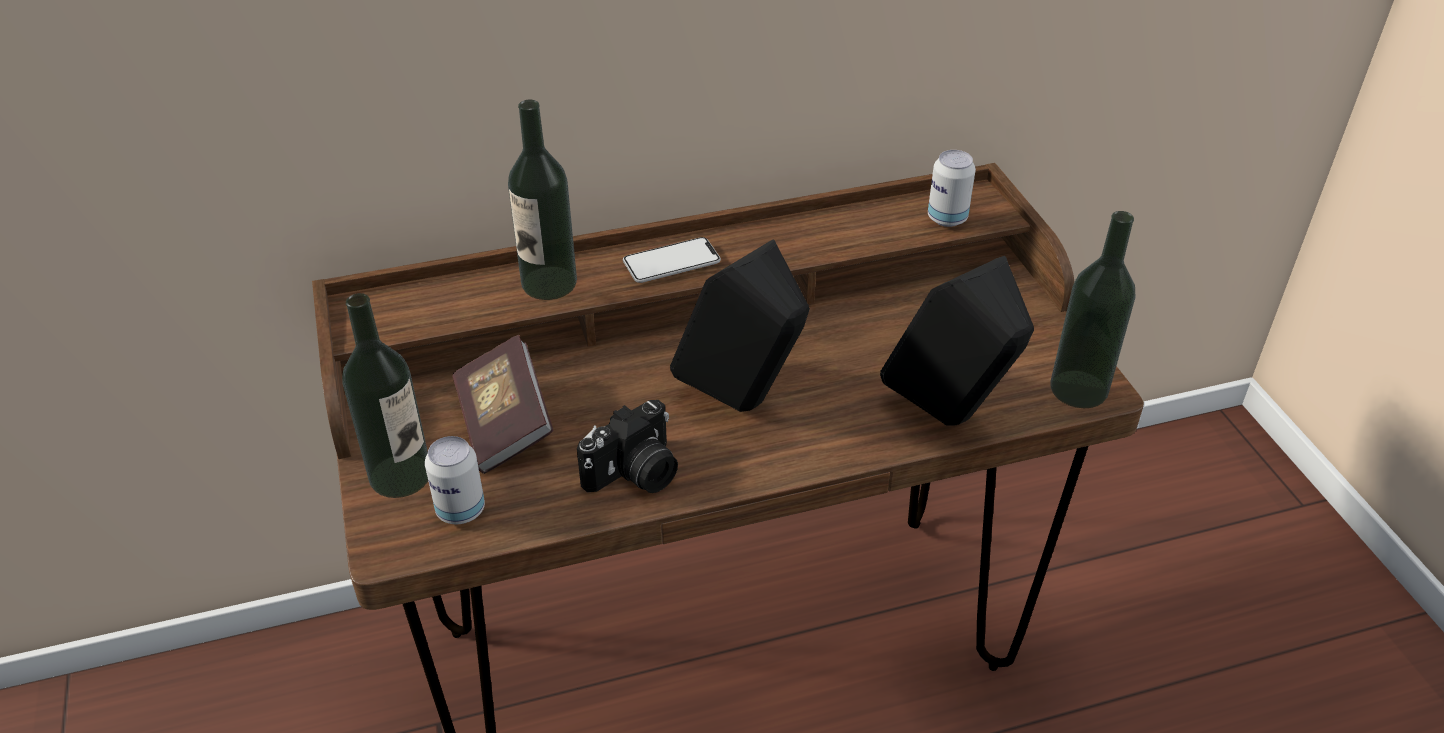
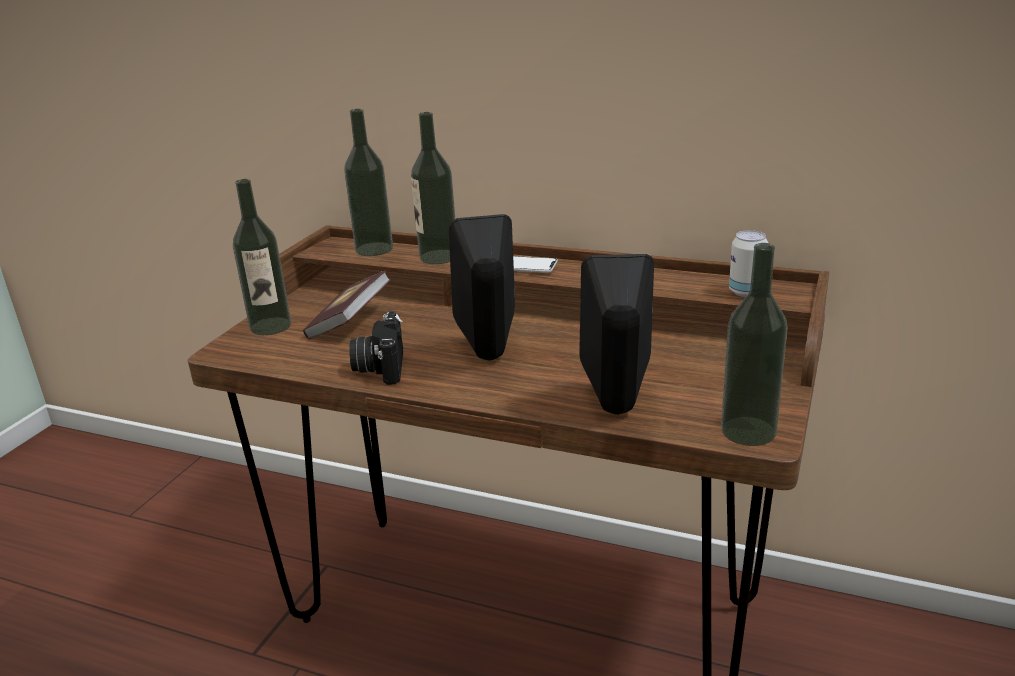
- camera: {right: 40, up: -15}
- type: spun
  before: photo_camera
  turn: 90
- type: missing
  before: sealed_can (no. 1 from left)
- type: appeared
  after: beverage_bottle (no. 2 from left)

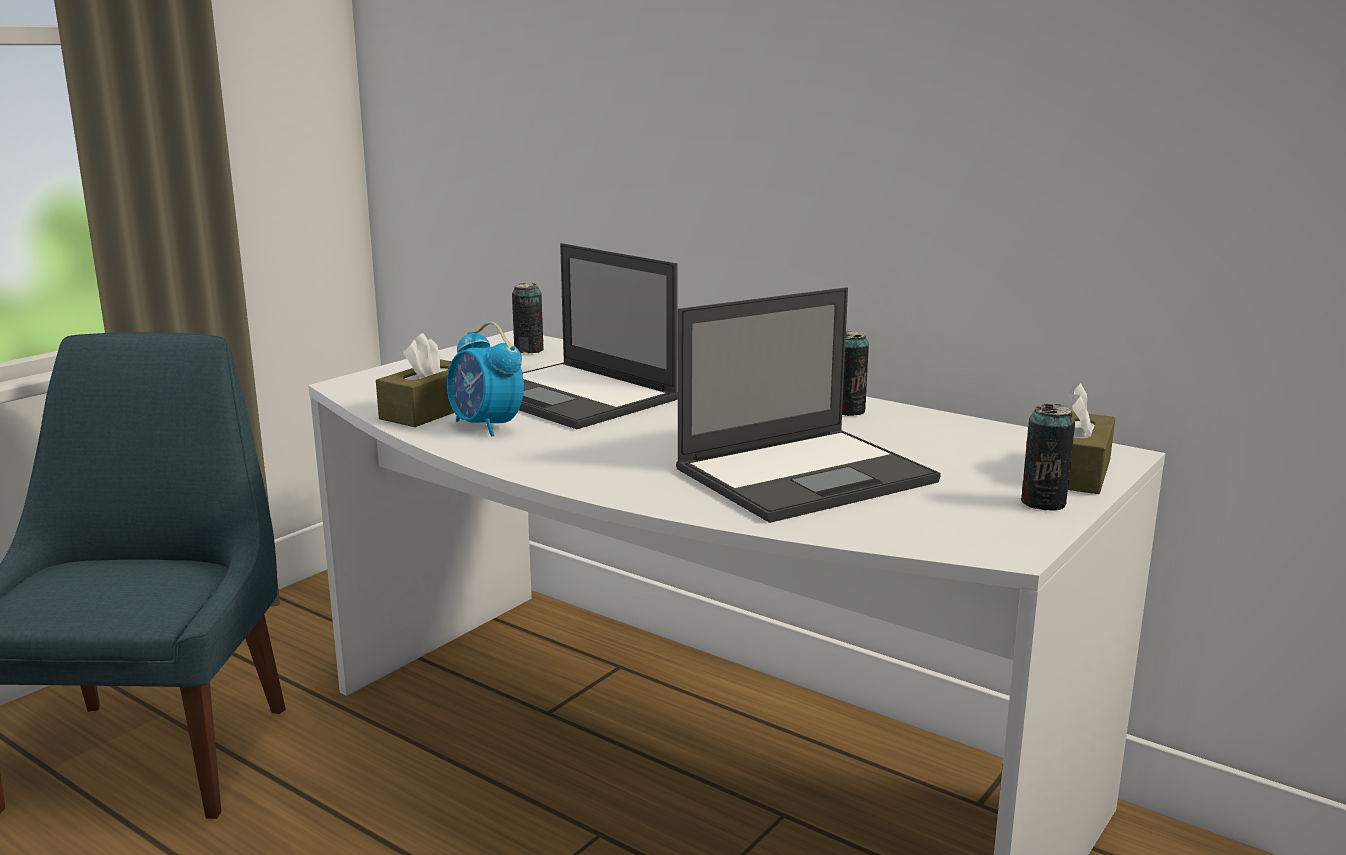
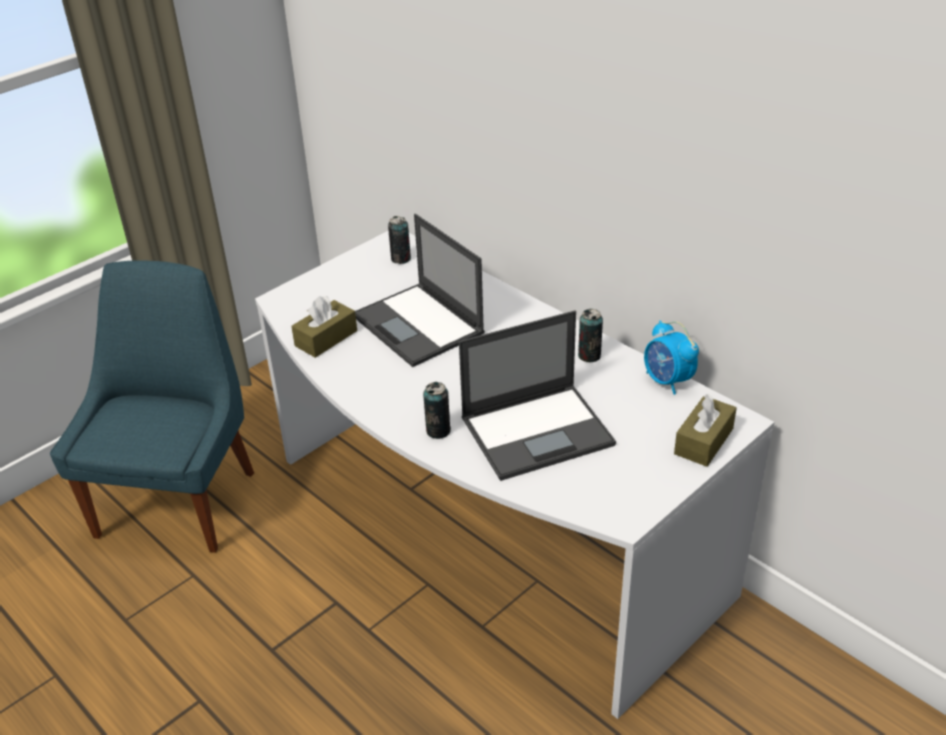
- camera: {right: 10, up: 20}
- type: relocated
  before: bedside_clock
- type: relocated
  before: sealed_can (no. 3 from left in the first image)
  after: sealed_can (no. 2 from left)

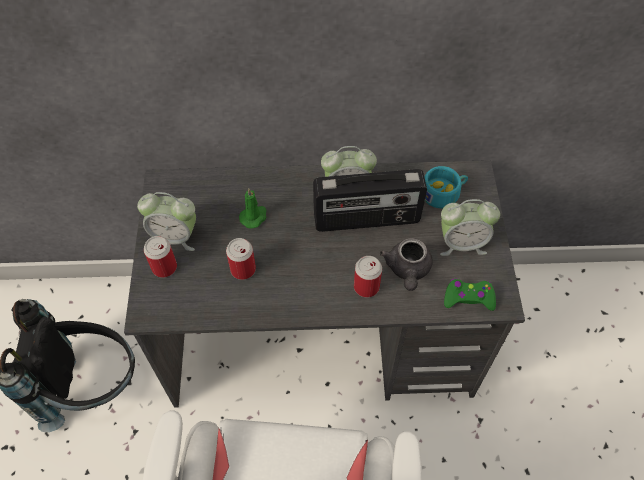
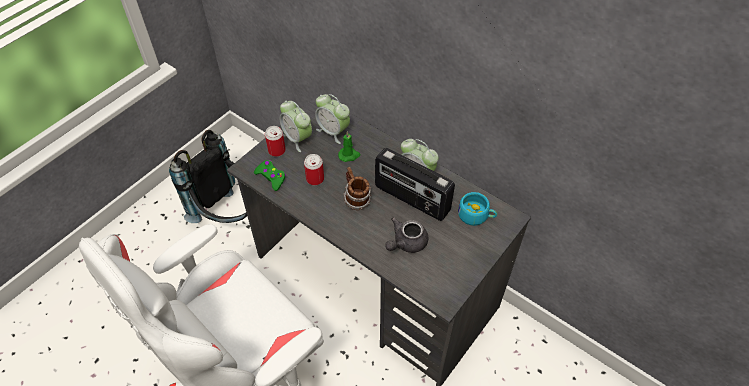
- camera: {right: 40, up: -5}
- type: relocated
  before: bedside_clock (no. 3 from left in the first image)
  after: bedside_clock (no. 2 from left)
- type: missing
  before: sealed_can (no. 3 from left)
- type: relocated
  before: greenish_joypad
- type: appeared
  after: mug

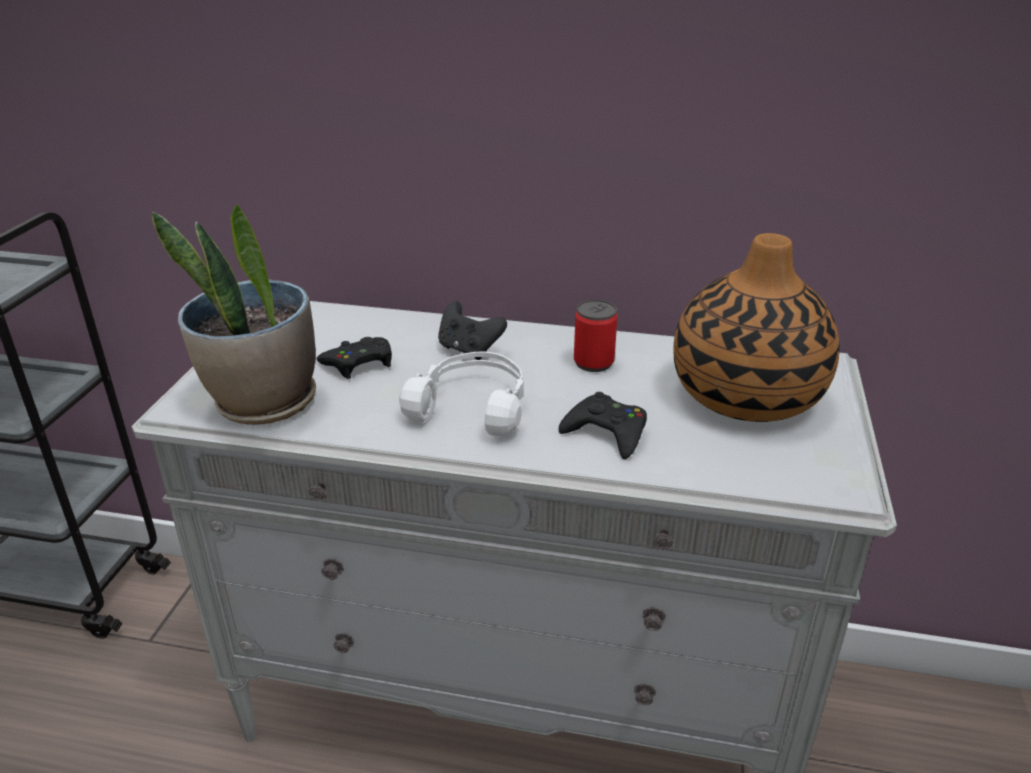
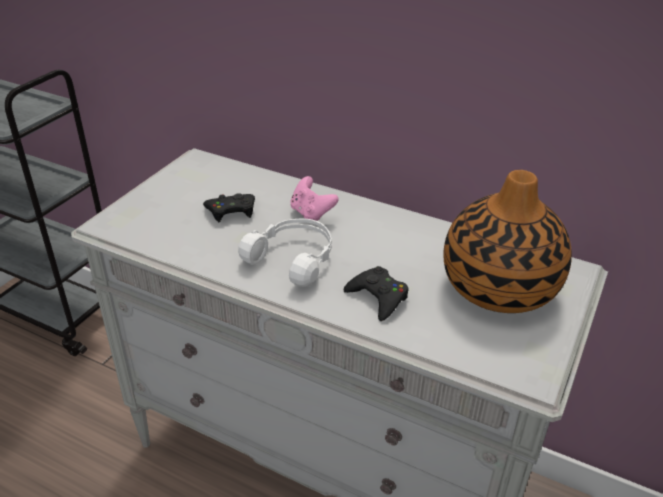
- camera: {right: 15, up: 5}
- type: missing
  before: houseplant
- type: missing
  before: sealed_can
- type: colour
  before: blackish_joypad (no. 2 from left)
  after: pink_joypad

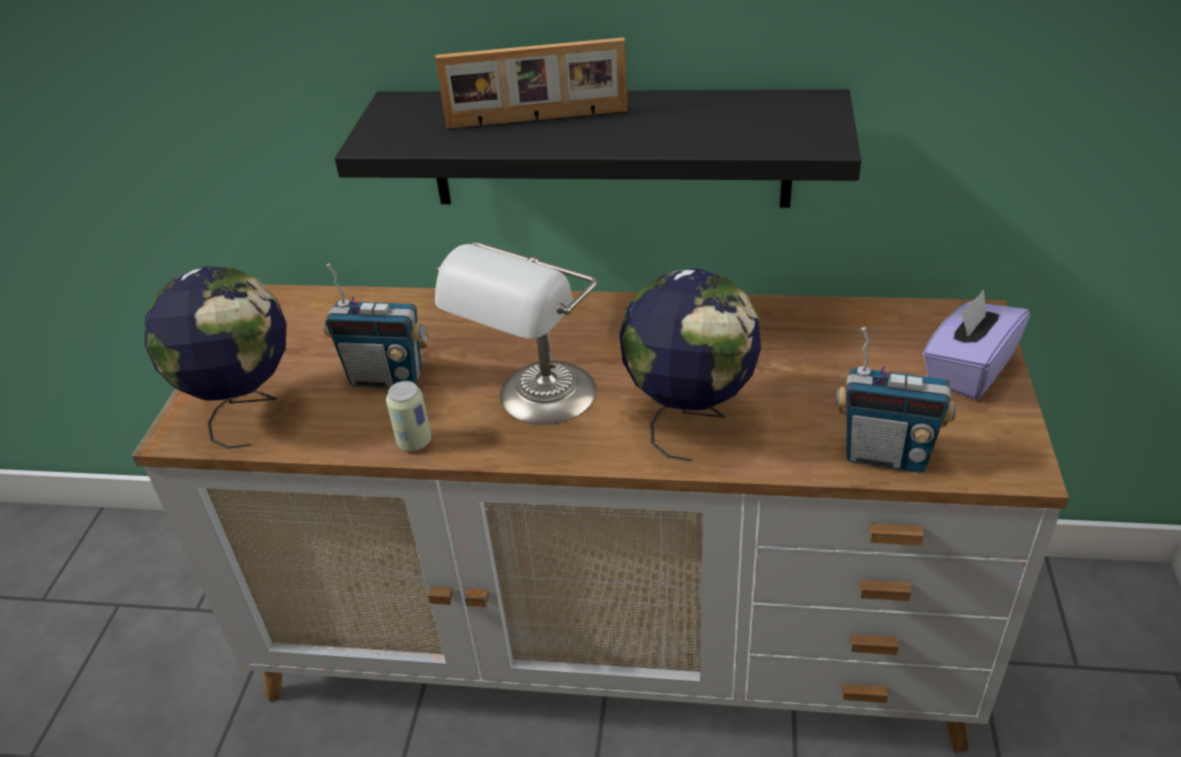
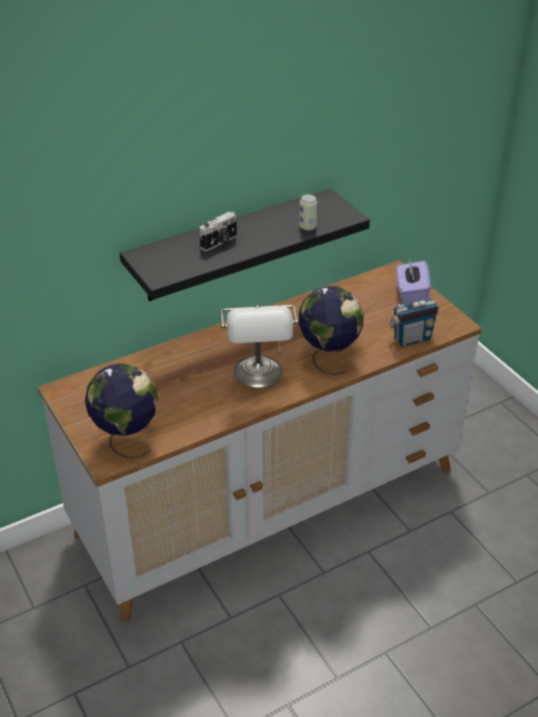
- camera: {right: -40, up: 0}
- type: exchanged
  before: picture_frame
  after: photo_camera
- type: missing
  before: radio_receiver (no. 1 from left)
- type: relocated
  before: sealed_can

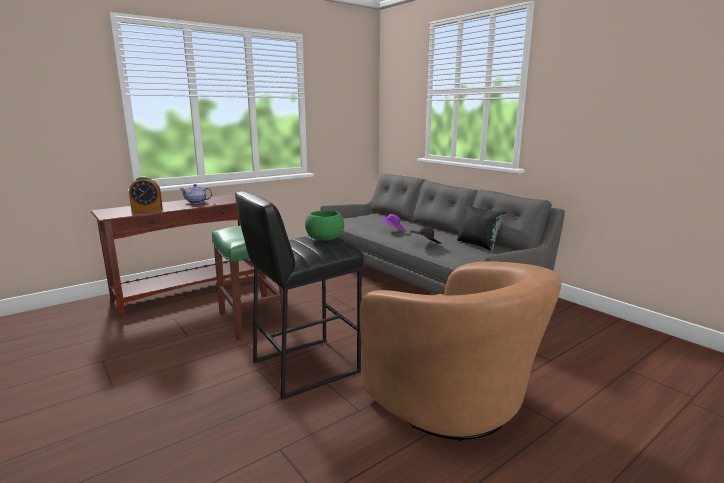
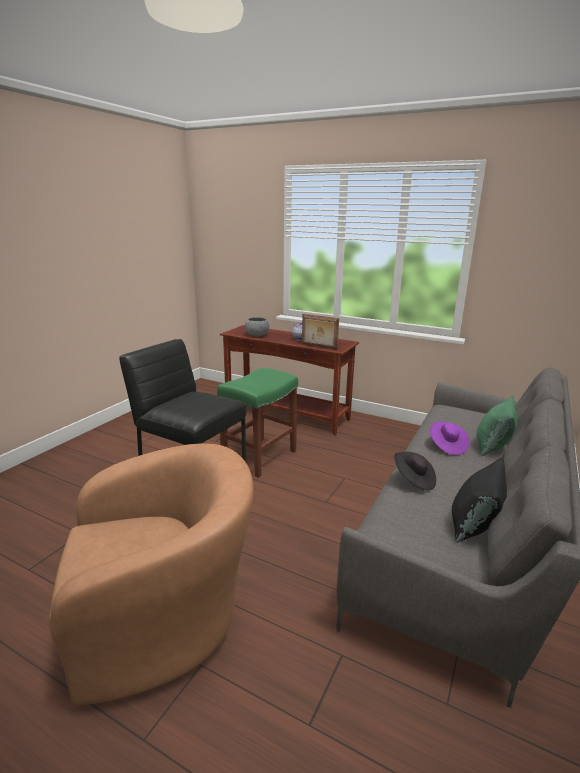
- camera: {right: 65, up: 5}
- type: exchanged
  before: bedside_clock
  after: gray_bowl
- type: missing
  before: greenish_bowl
- type: spun
  before: brown-coloured_armchair
  turn: -135
- type: appeared
  after: picture_frame
- type: appeared
  after: greenish_cushion

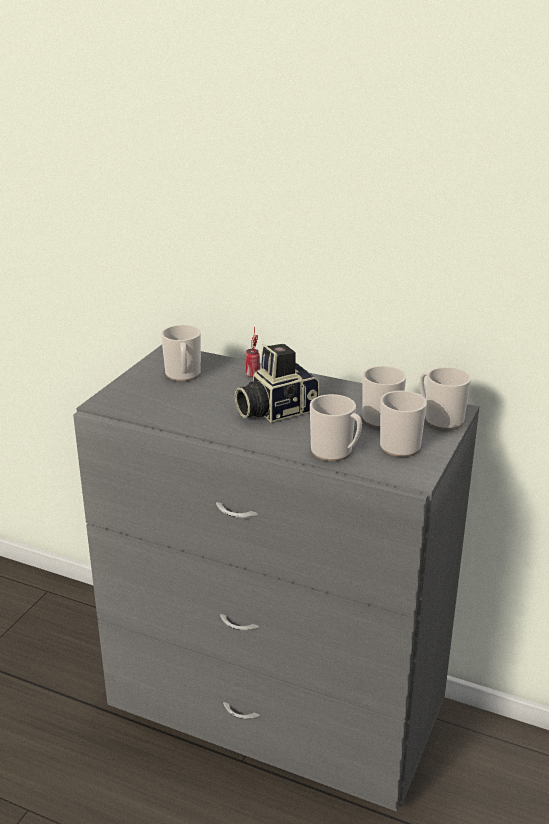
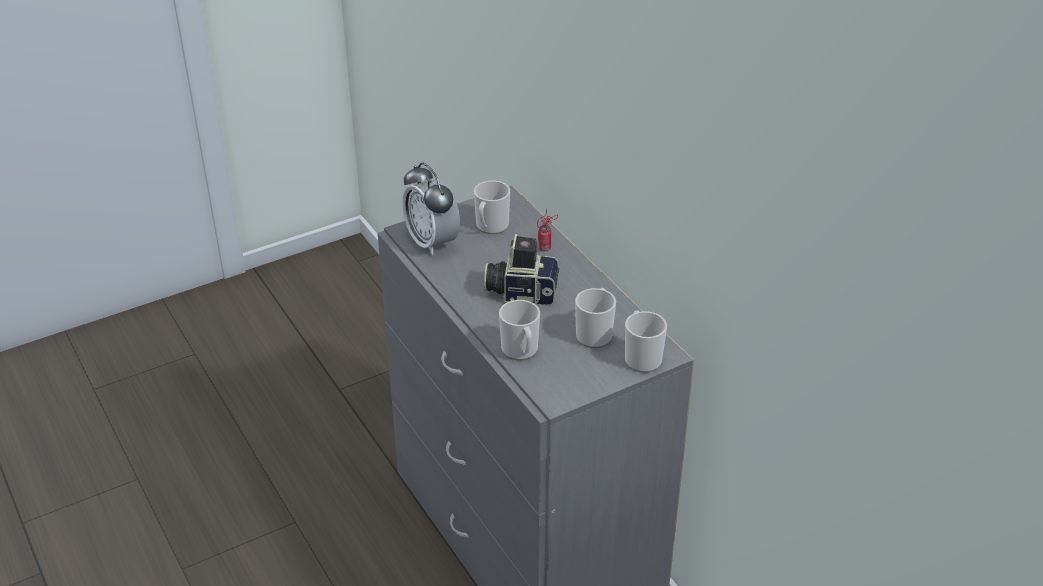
- camera: {right: 35, up: 10}
- type: missing
  before: mug (no. 4 from left)
- type: appeared
  after: bedside_clock

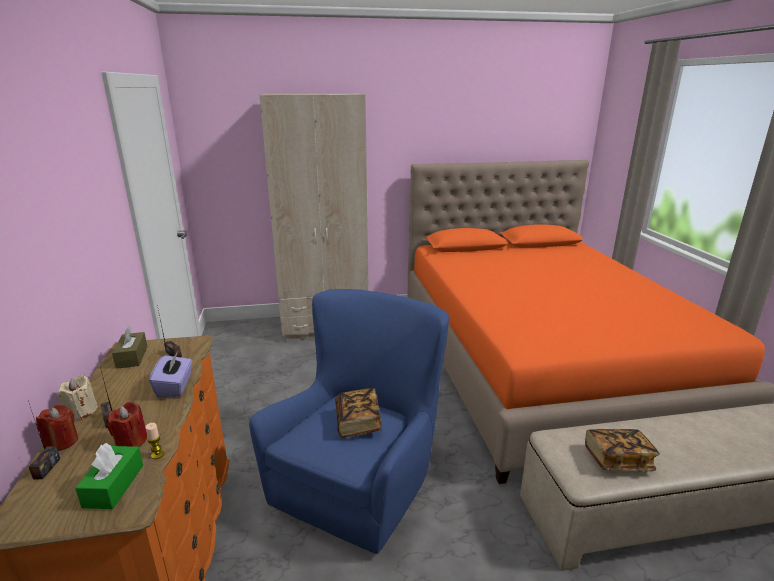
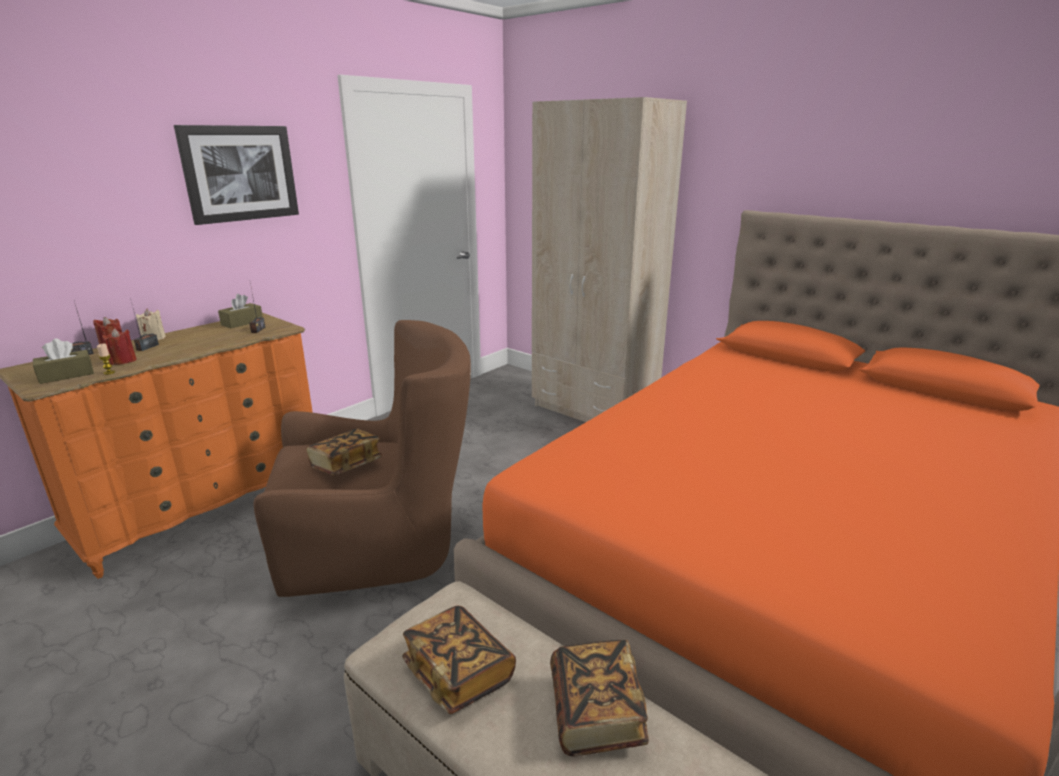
- camera: {right: 50, up: 0}
- type: colour
  before: bluish_armchair
  after: brown-coloured_armchair
- type: missing
  before: purple_box_of_tissues
- type: colour
  before: greenish_box_of_tissues
  after: brown-coloured_box_of_tissues (no. 1 from left)
- type: appeared
  after: picture
- type: appeared
  after: bound_book (no. 3 from left)

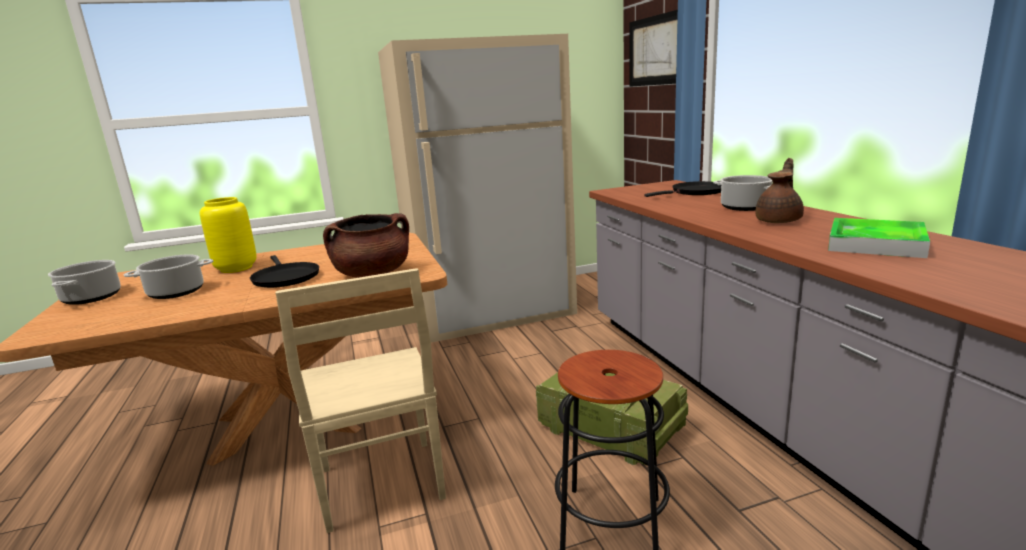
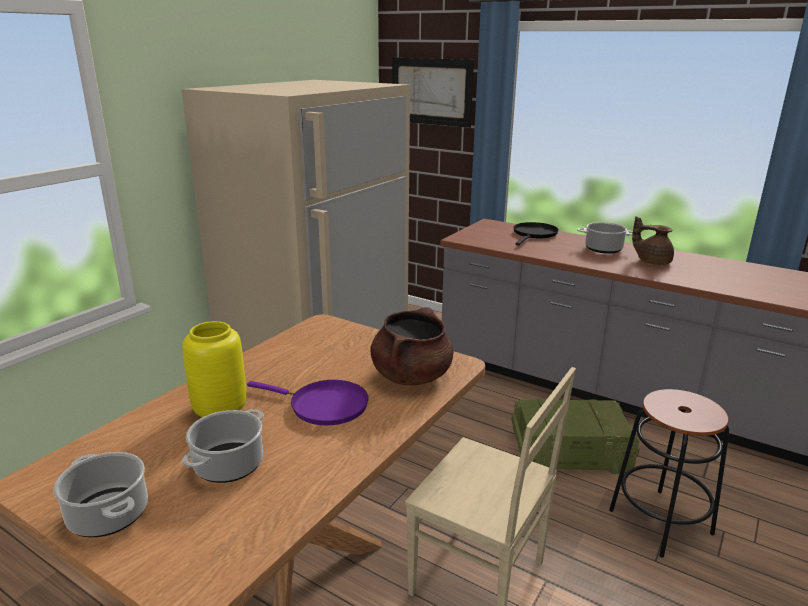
- camera: {right: -40, up: 5}
- type: spun
  before: brown-coloured_pot_for_tea
  turn: -60
- type: missing
  before: serving_tray
- type: colour
  before: blackish_frying_pan (no. 1 from left)
  after: purple_frying_pan

